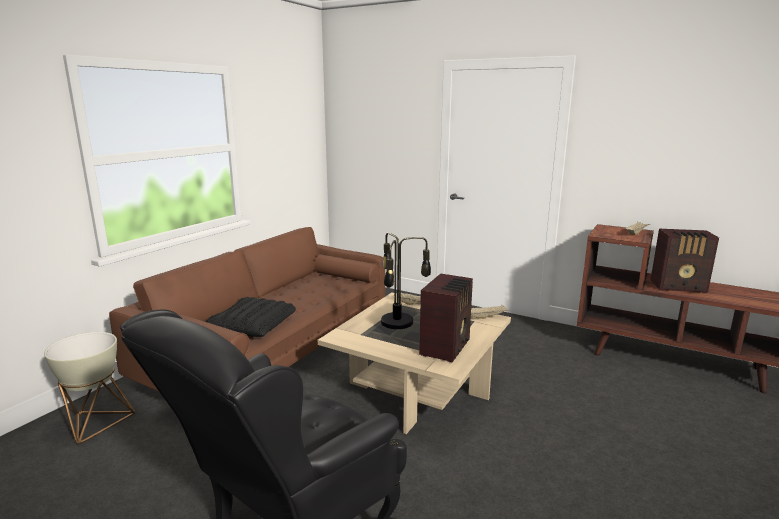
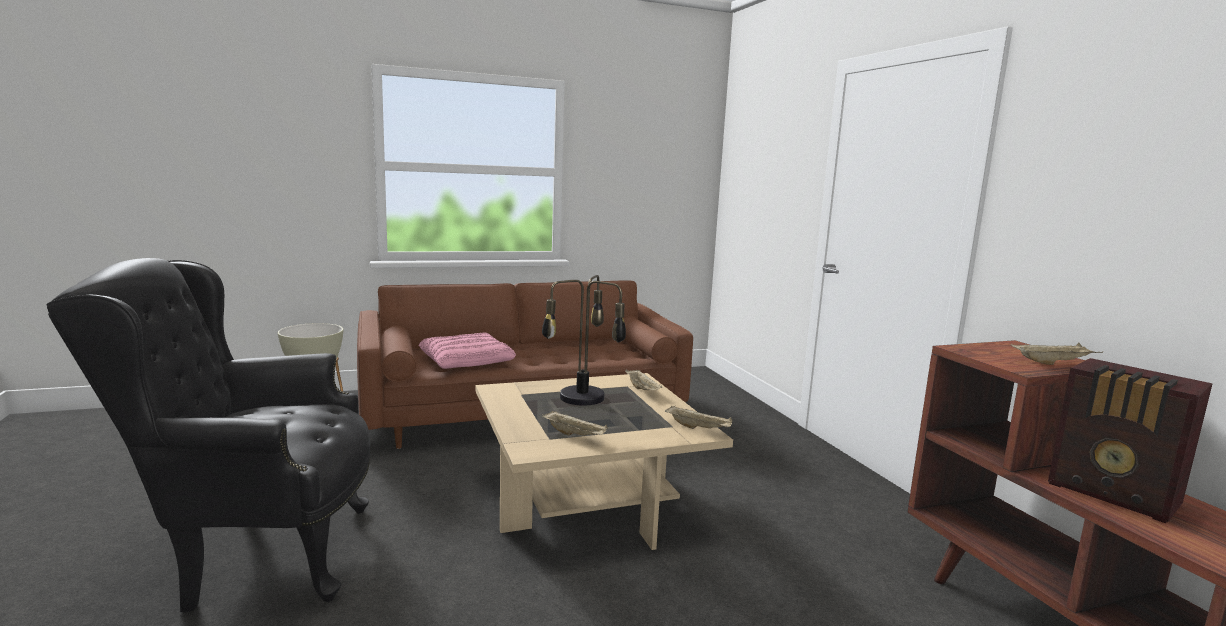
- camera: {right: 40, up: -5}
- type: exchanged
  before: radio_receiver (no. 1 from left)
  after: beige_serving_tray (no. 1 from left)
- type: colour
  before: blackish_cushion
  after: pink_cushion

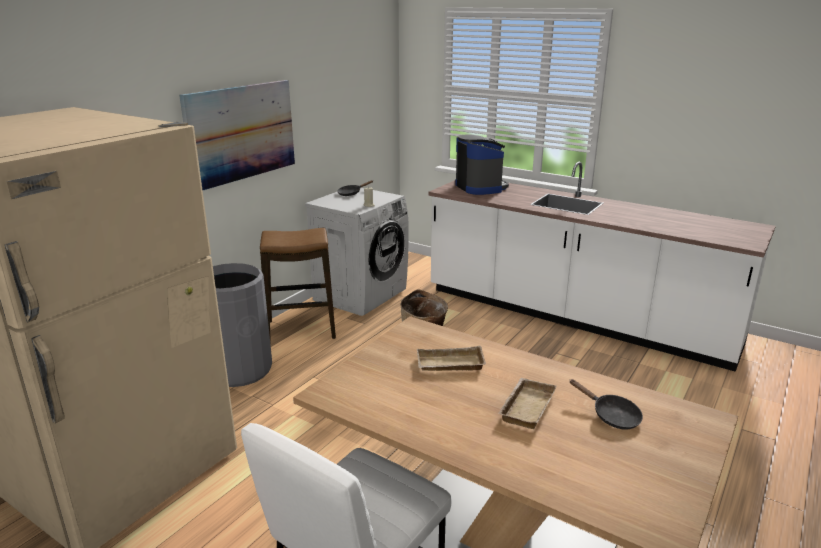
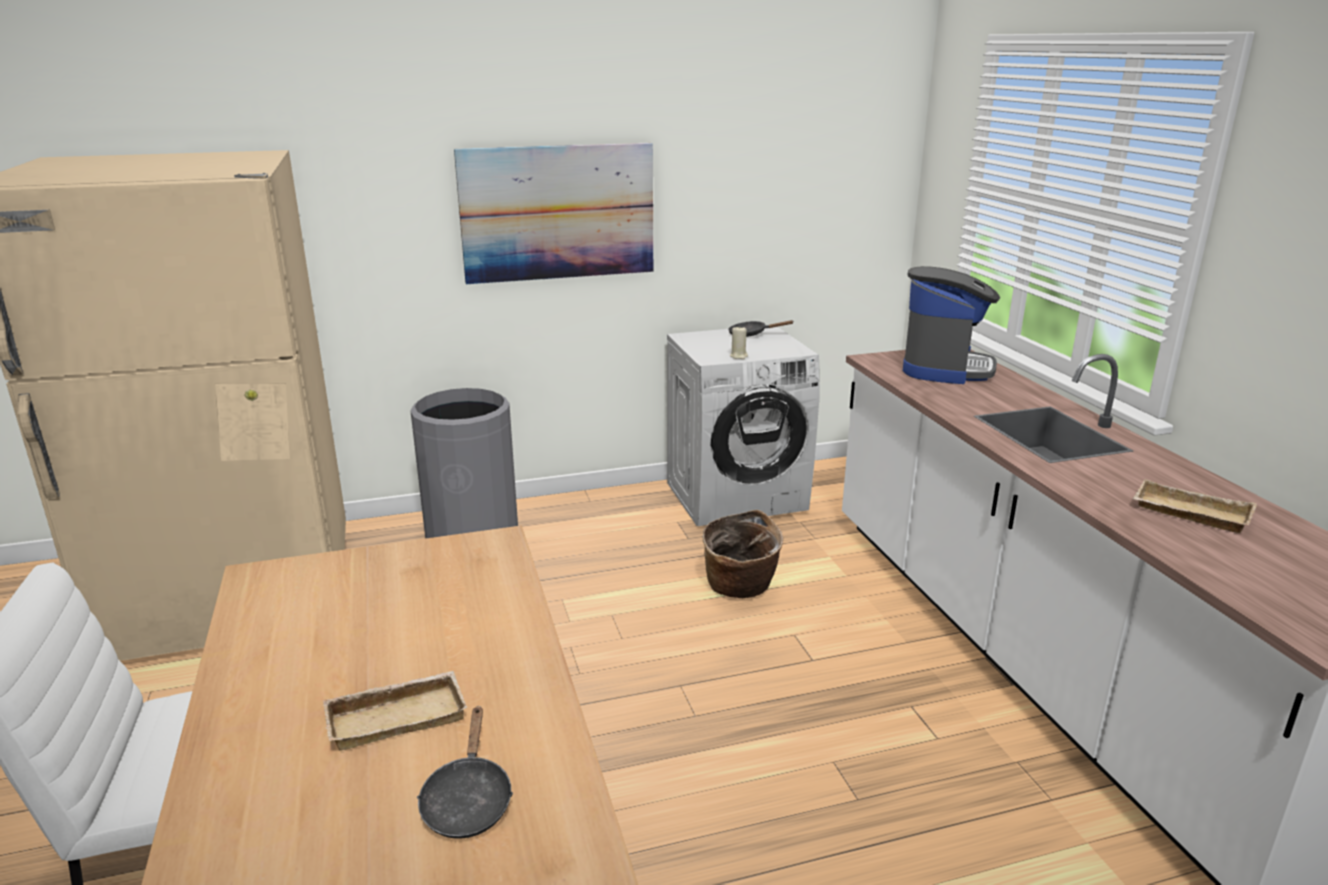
- camera: {right: 40, up: 0}
- type: missing
  before: stool_seat
- type: relocated
  before: beige_serving_tray (no. 1 from left in the first image)
  after: beige_serving_tray (no. 2 from left)

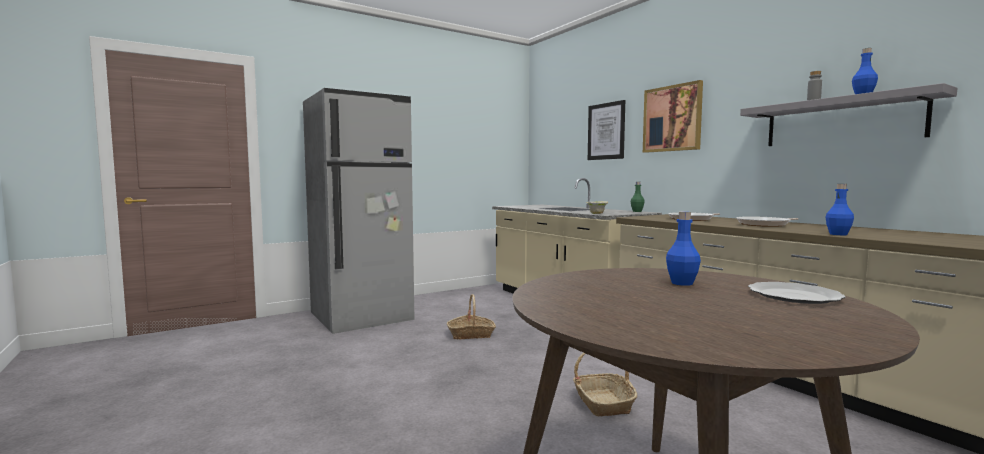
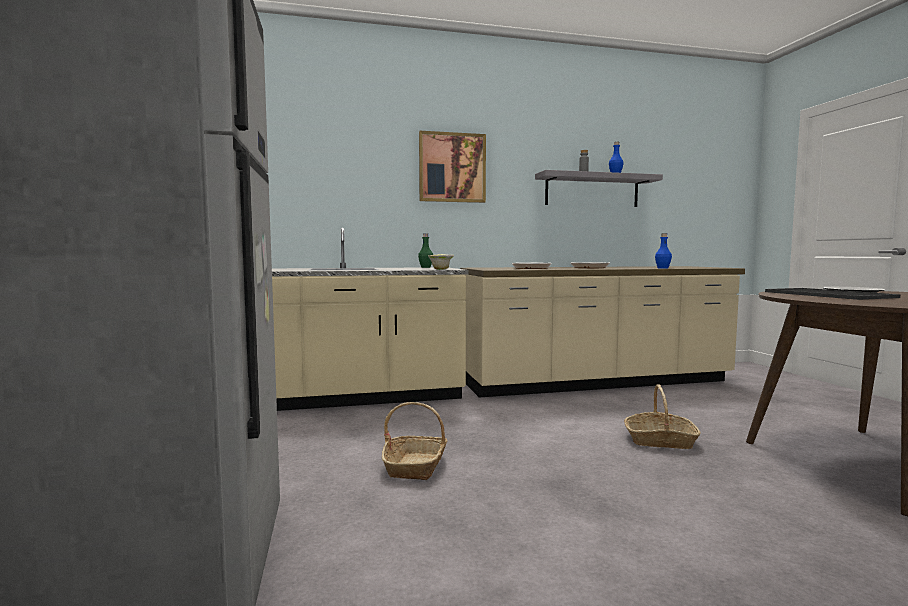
- camera: {right: -70, up: 0}
- type: missing
  before: picture (no. 1 from left)
- type: exchanged
  before: bluish_beverage_bottle (no. 1 from left)
  after: serving_tray

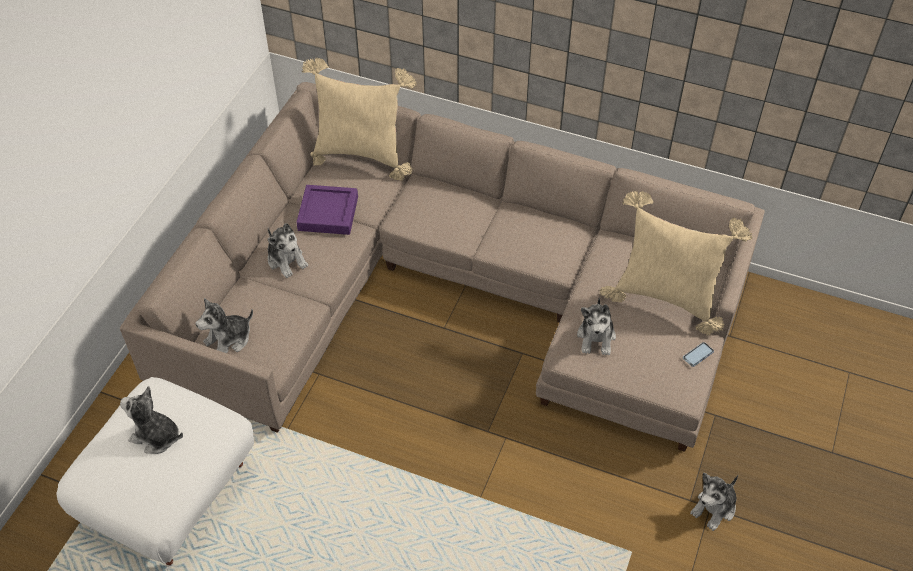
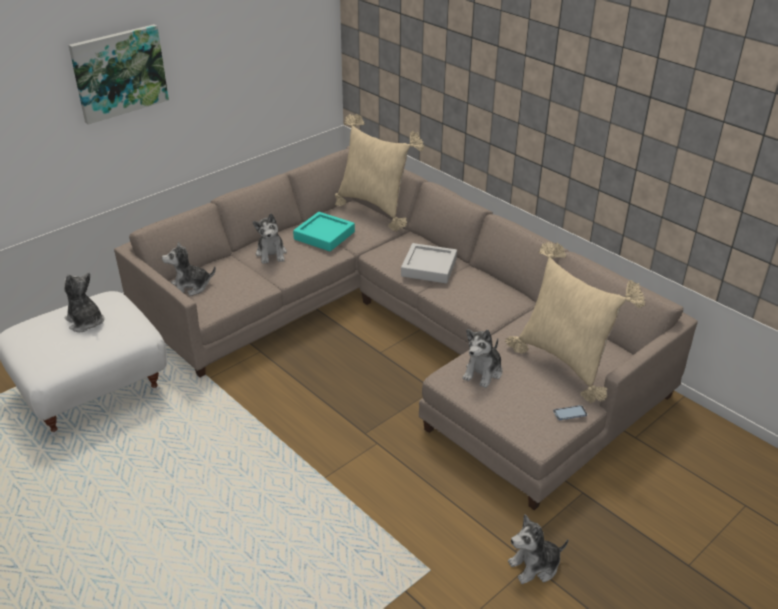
- camera: {right: 25, up: -15}
- type: colour
  before: purple_serving_tray
  after: turquoise-coloured_serving_tray
- type: appeared
  after: picture
- type: appeared
  after: gray_serving_tray

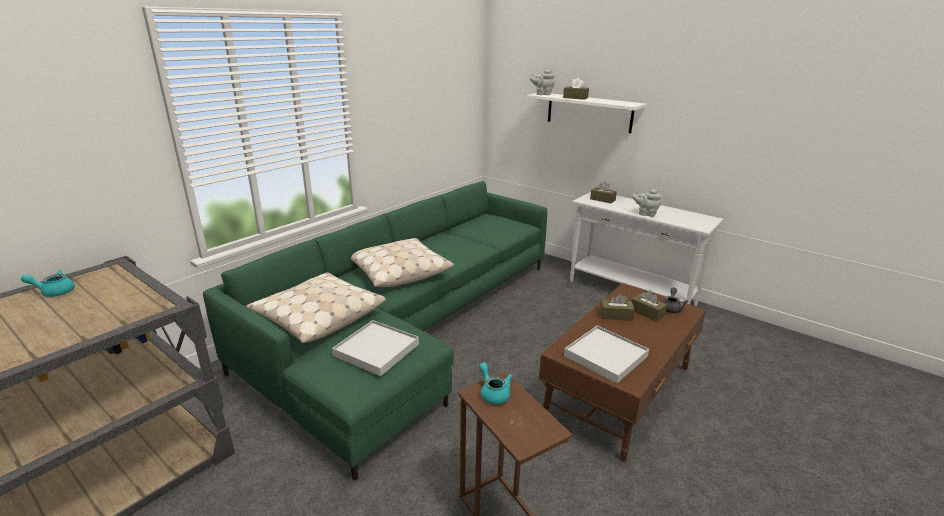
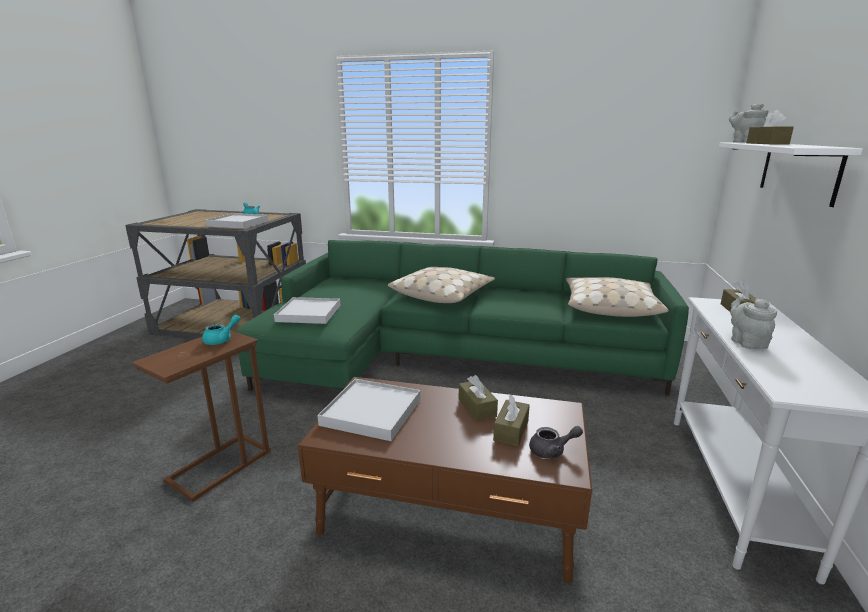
- camera: {right: 65, up: -5}
- type: relocated
  before: beige_cushion (no. 1 from left in the first image)
  after: beige_cushion (no. 2 from left)
- type: appeared
  after: whitish_serving_tray (no. 1 from left)

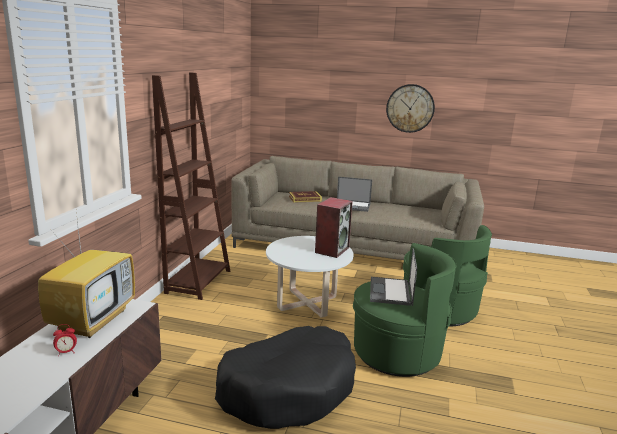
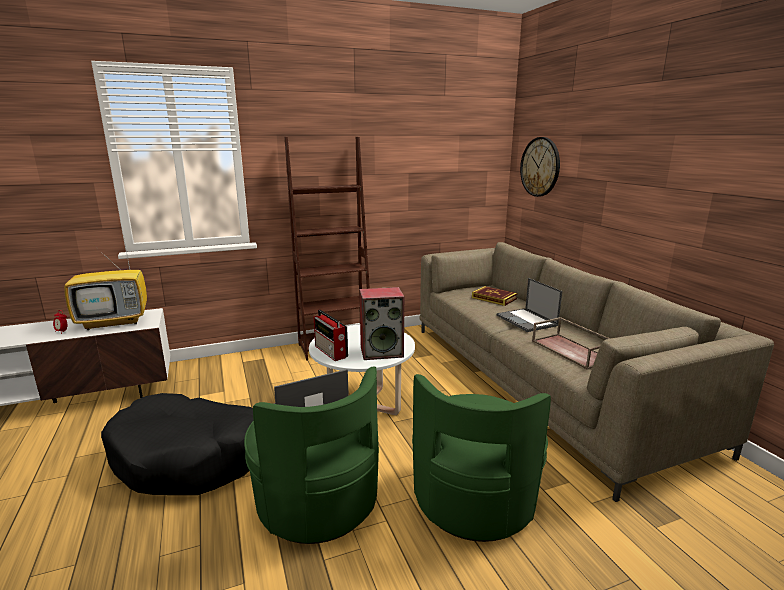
- camera: {right: 55, up: 0}
- type: relocated
  before: clock_on_the_wall
- type: appeared
  after: radio_receiver
- type: appeared
  after: brown-coloured_serving_tray

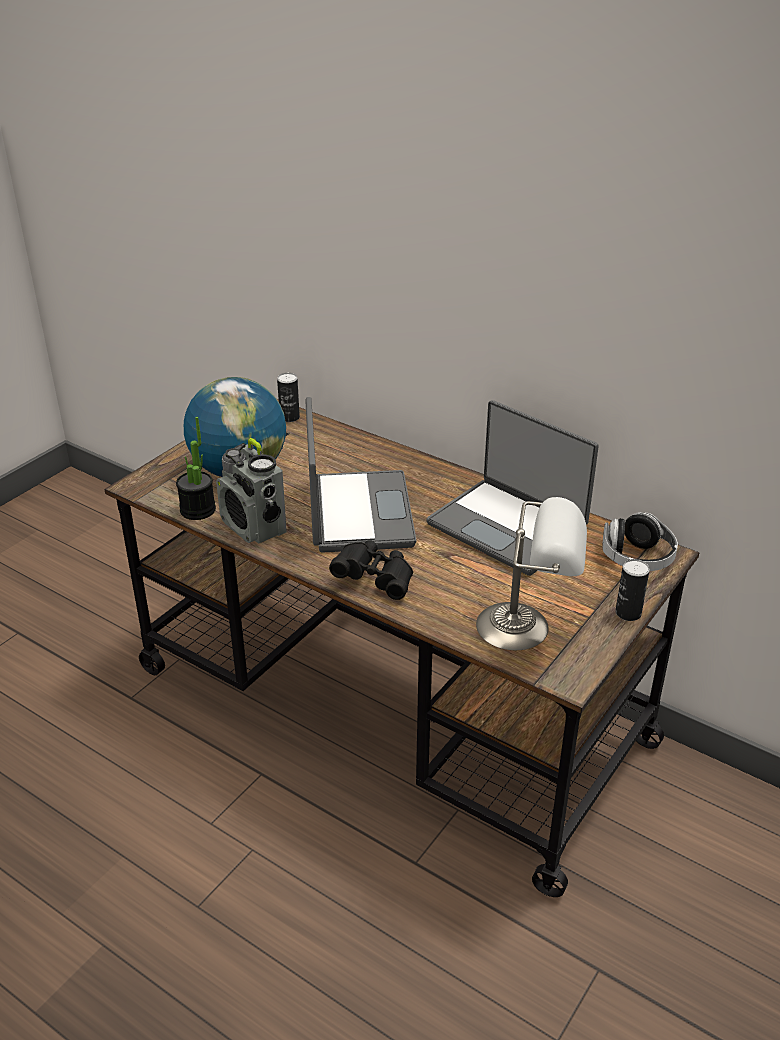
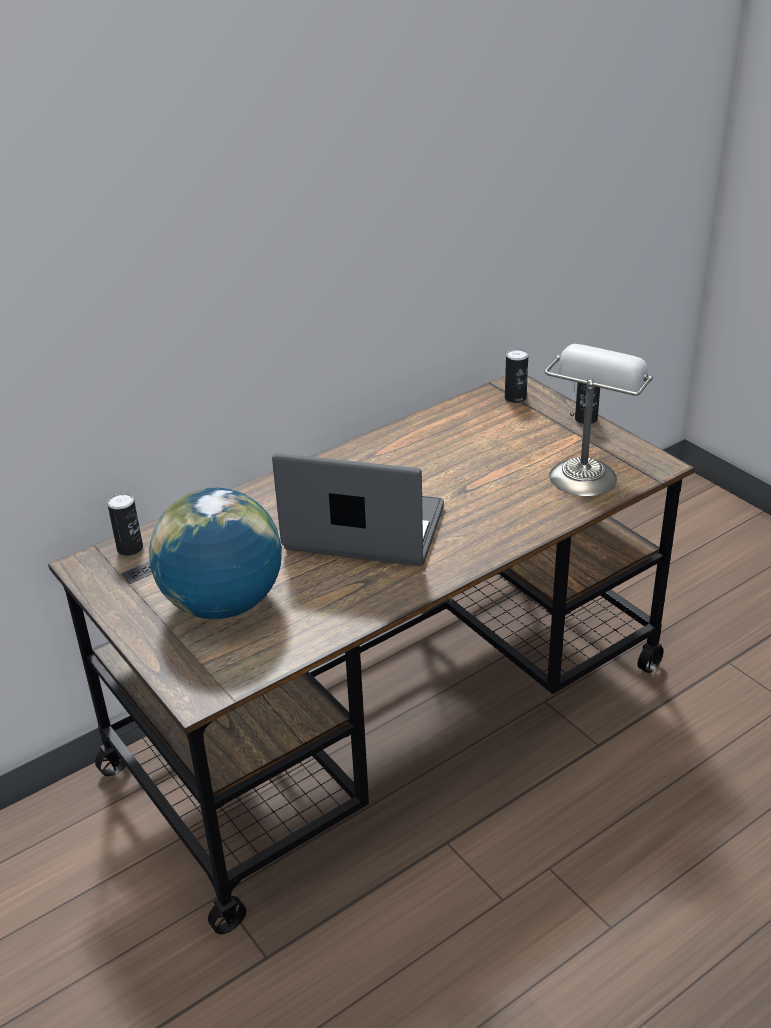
- camera: {right: -70, up: 0}
- type: missing
  before: laptop (no. 2 from left)
- type: missing
  before: houseplant
- type: missing
  before: radio_receiver
- type: exchanged
  before: headphones
  after: sealed_can (no. 2 from left)
- type: missing
  before: blackish_field_glasses

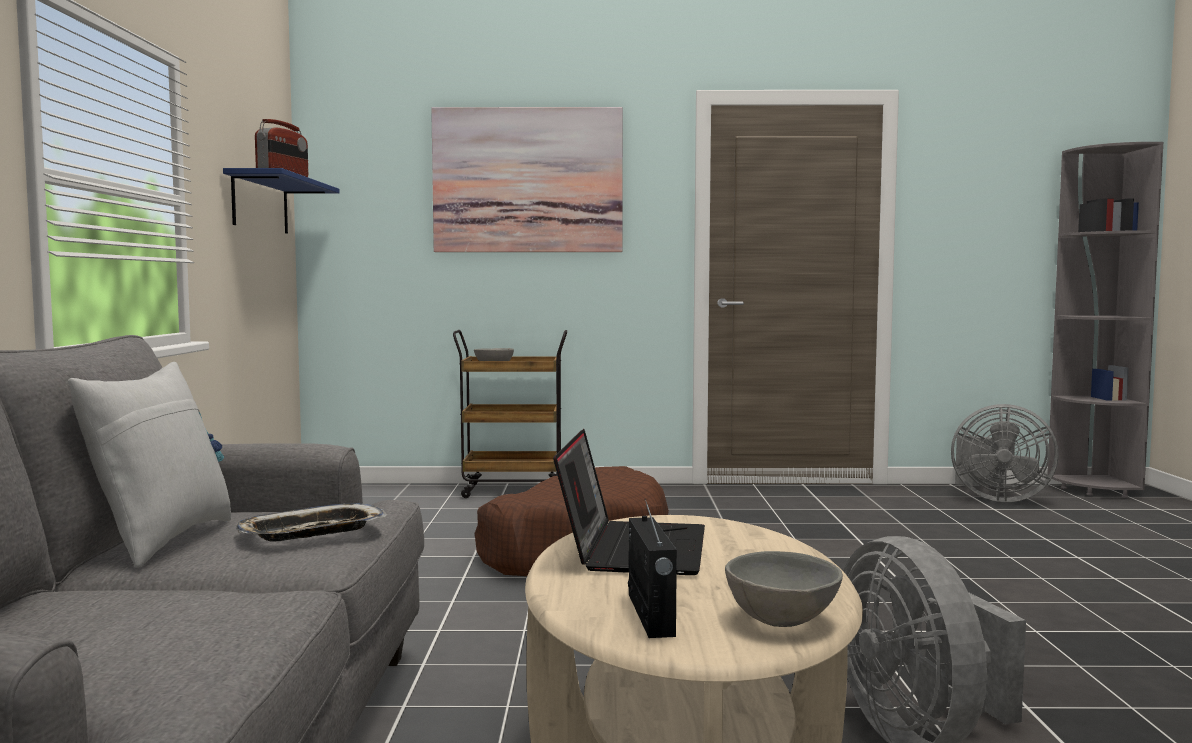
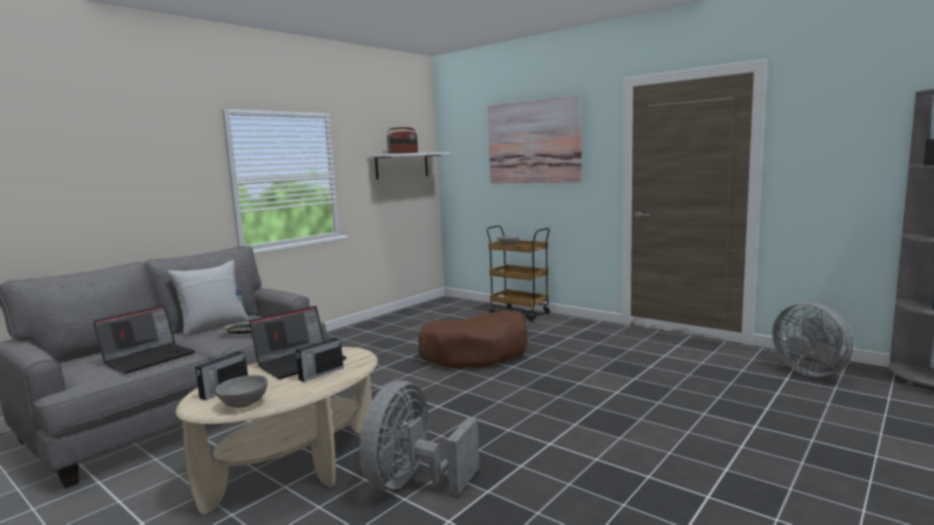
- camera: {right: 40, up: 5}
- type: colour
  before: bluish_bracket_shelf
  after: whitish_bracket_shelf
- type: appeared
  after: laptop (no. 1 from left)
- type: appeared
  after: radio_receiver (no. 2 from left)

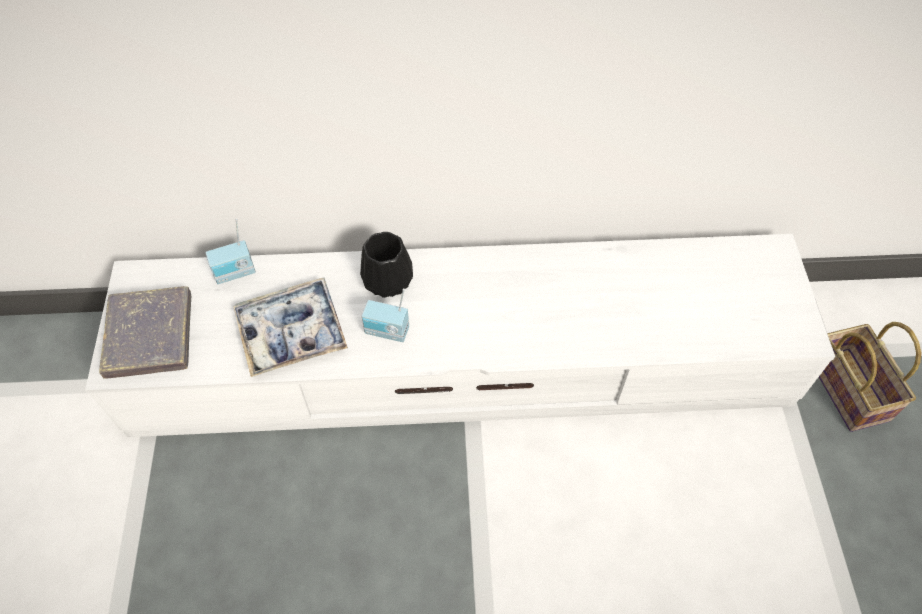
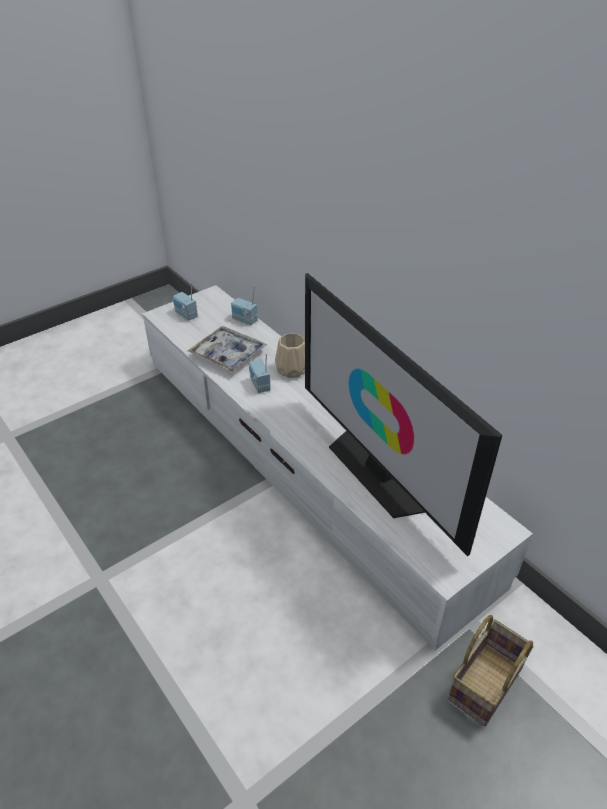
- camera: {right: 55, up: -15}
- type: colour
  before: blackish_flower_vase
  after: beige_flower_vase
- type: exchanged
  before: gray_bound_book
  after: radio_receiver (no. 1 from left)
- type: appeared
  after: TV

